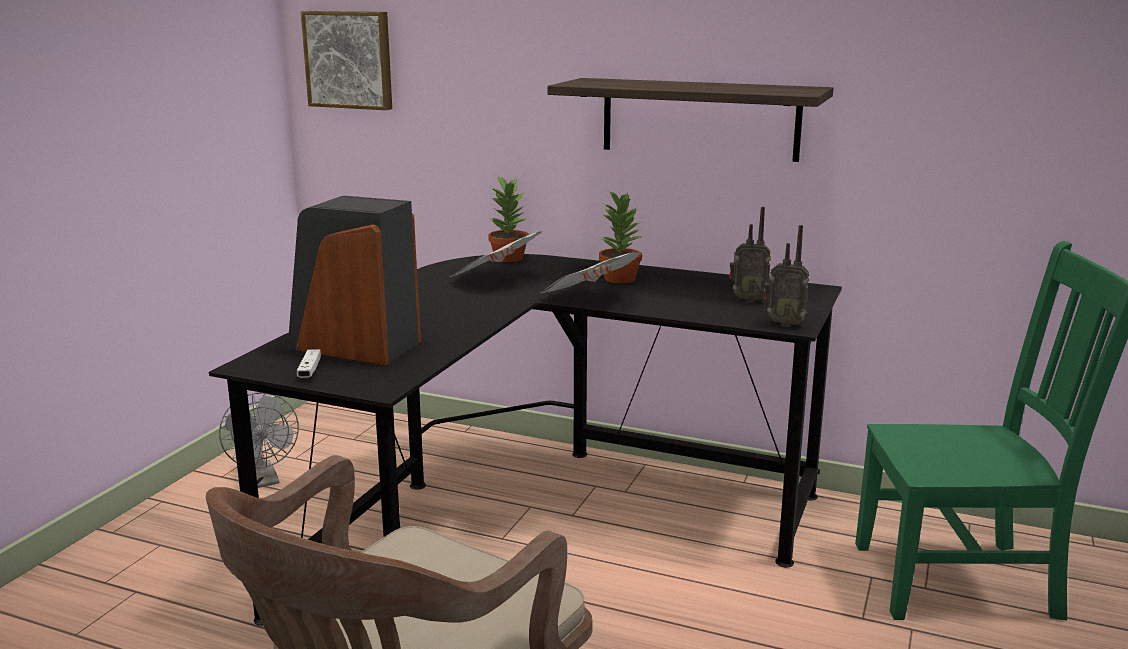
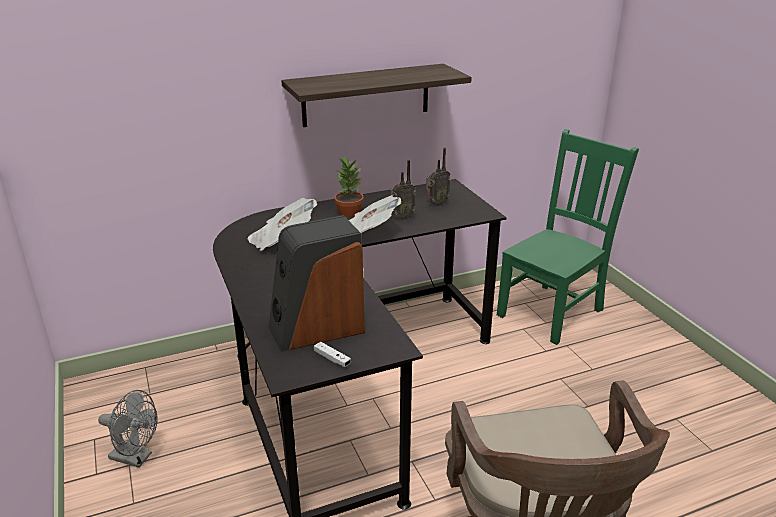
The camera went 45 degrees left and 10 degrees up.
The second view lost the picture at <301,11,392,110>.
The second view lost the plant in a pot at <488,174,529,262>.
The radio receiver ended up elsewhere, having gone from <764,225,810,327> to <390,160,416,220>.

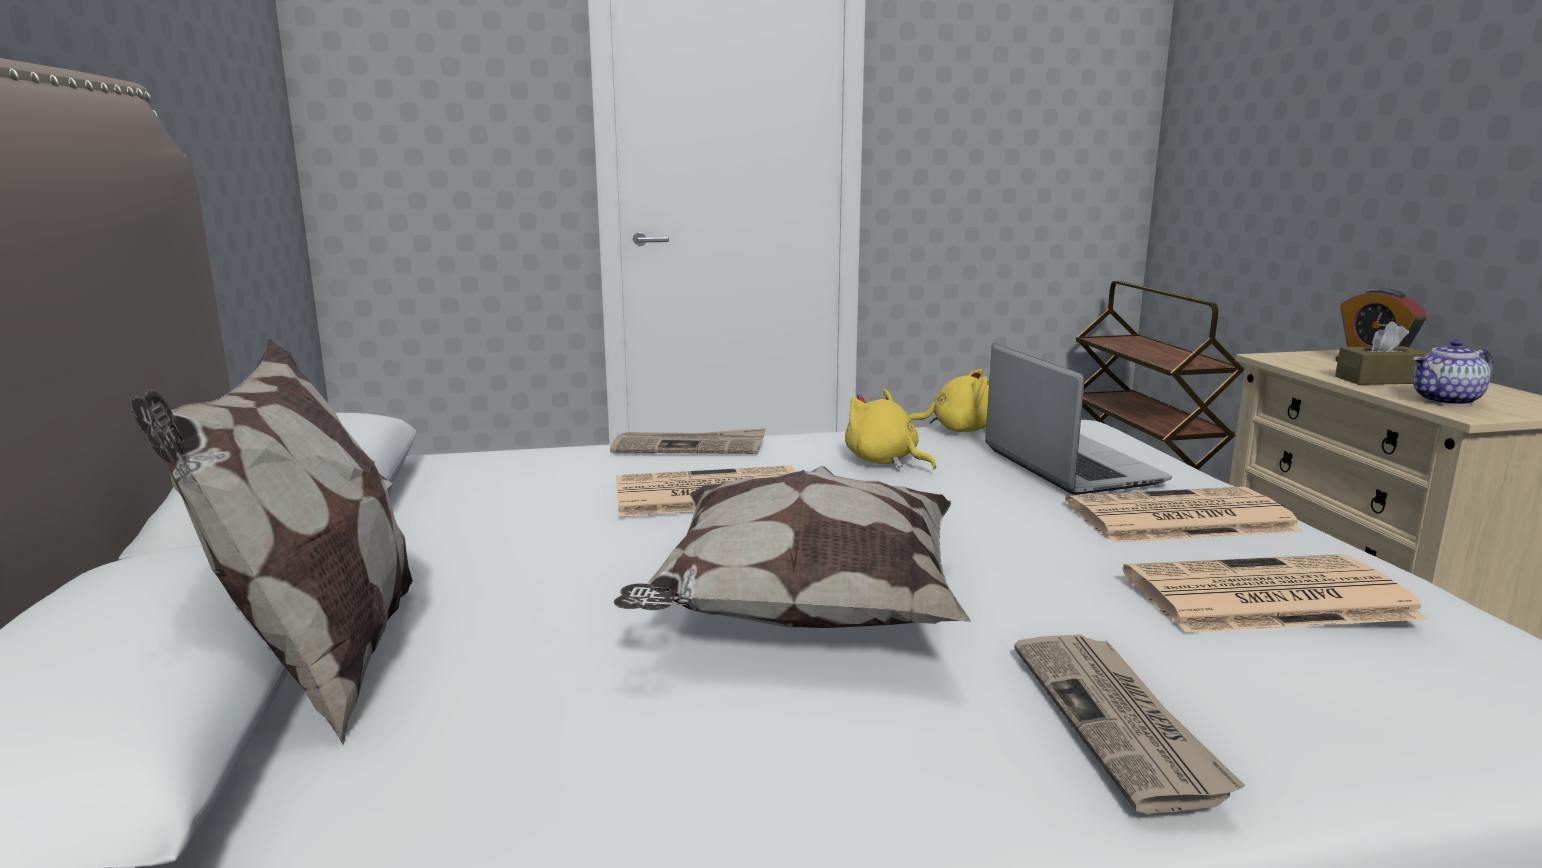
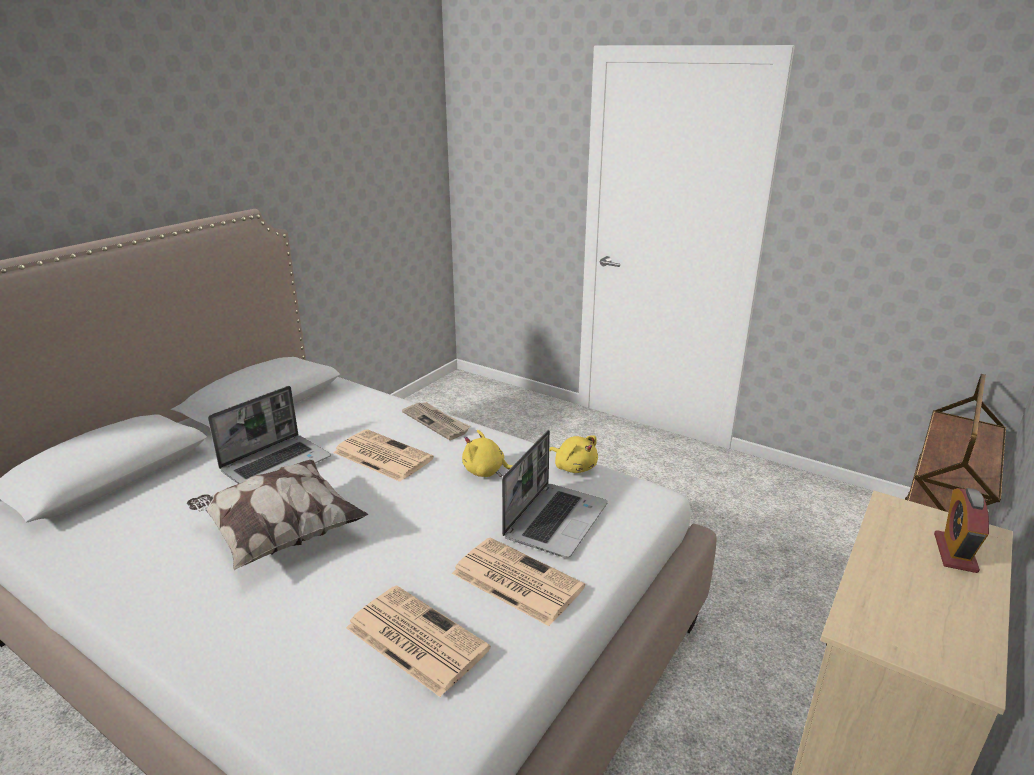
The camera went 45 degrees right and 10 degrees up.
The second view lost the pillow at <131,339,413,746>.
The second view lost the daily paper at <1014,635,1245,814>.
The second view lost the brown box of tissues at <1335,321,1429,385>.
The second view lost the pot for tea at <1413,339,1493,406>.
The second view gained the laptop at <208,386,331,484>.
The yellow-coloured plush toy at <845,389,936,469> ended up facing another way, 75 degrees counterclockwise from before.

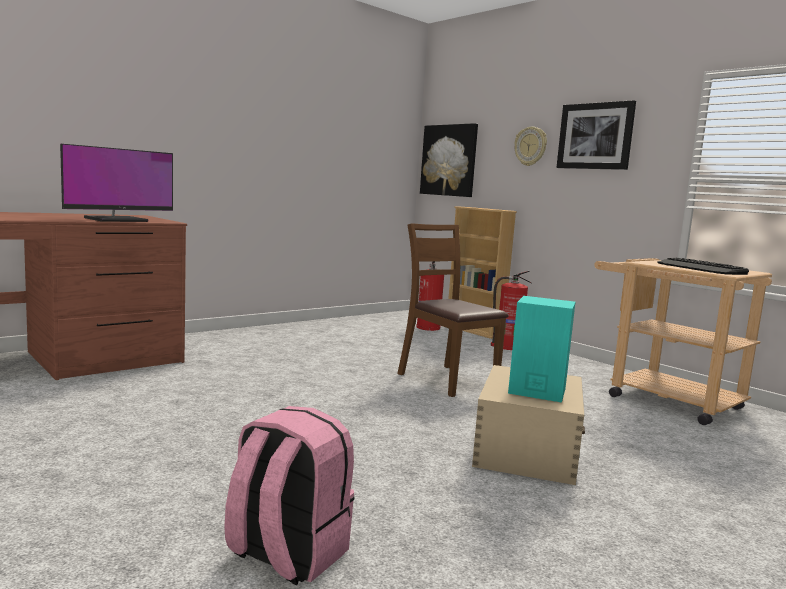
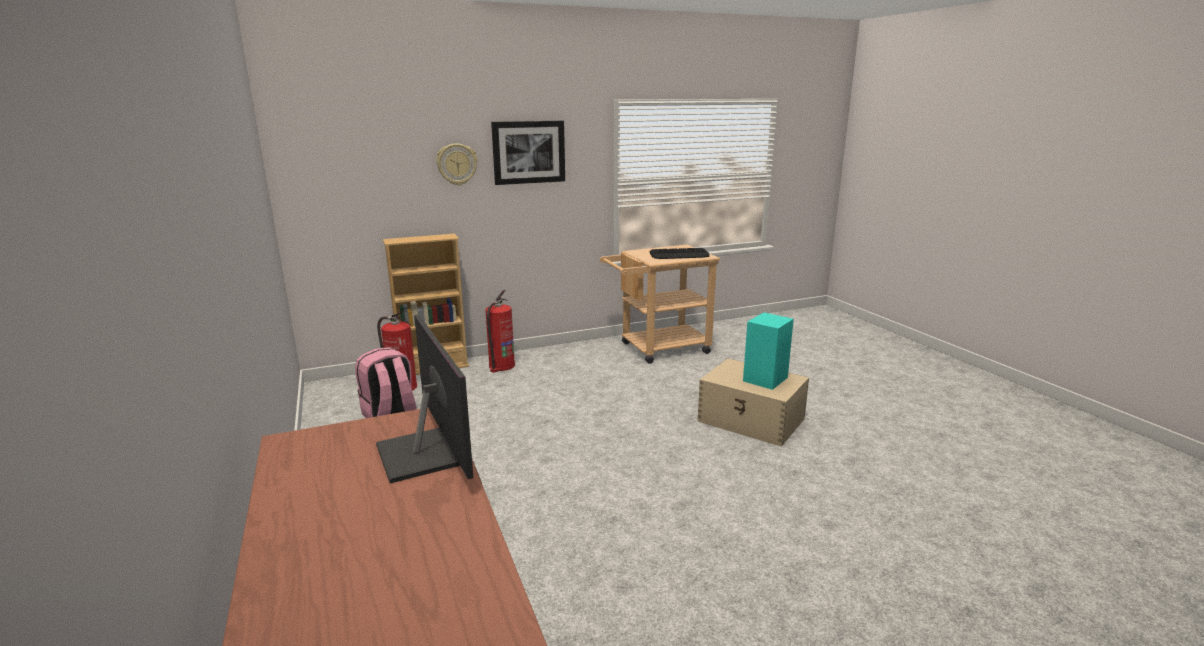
The camera went 70 degrees left and 10 degrees up.
The second view lost the brown upright chair at <397,224,508,397>.
The second view lost the picture at <420,123,478,197>.
The pinkish rucksack ended up elsewhere, having gone from <224,406,354,585> to <355,347,417,418>.

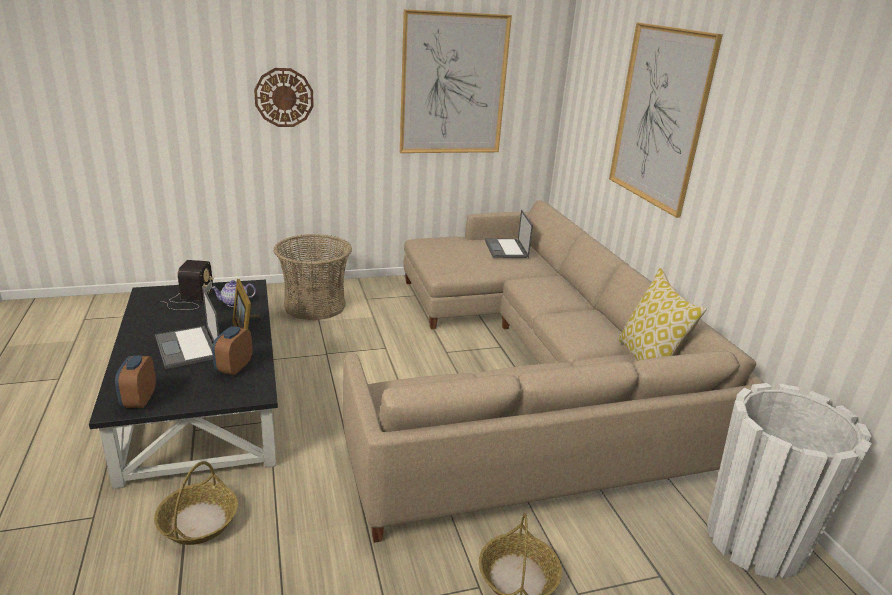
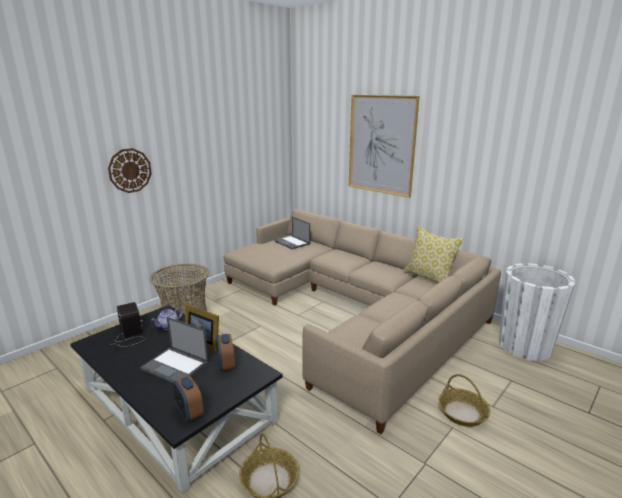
The camera went 30 degrees left and 5 degrees down.
The second view lost the picture at <400,9,512,153>.

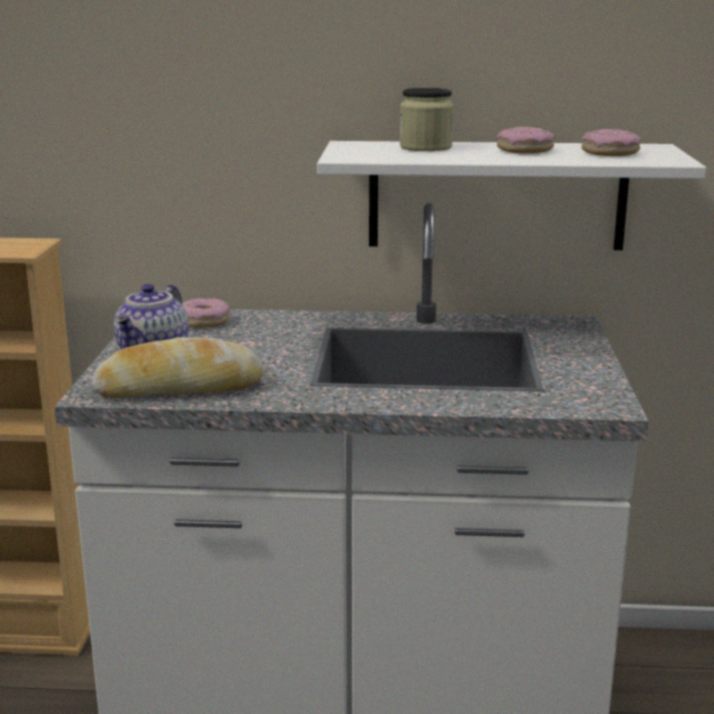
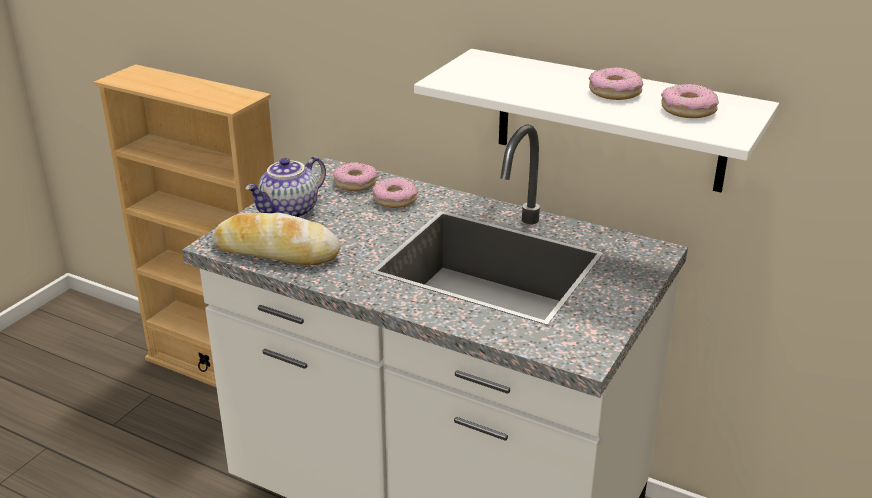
The camera went 25 degrees right and 10 degrees up.
The second view lost the storage jar at <400,88,454,151>.
The second view gained the donut at <372,178,418,208>.

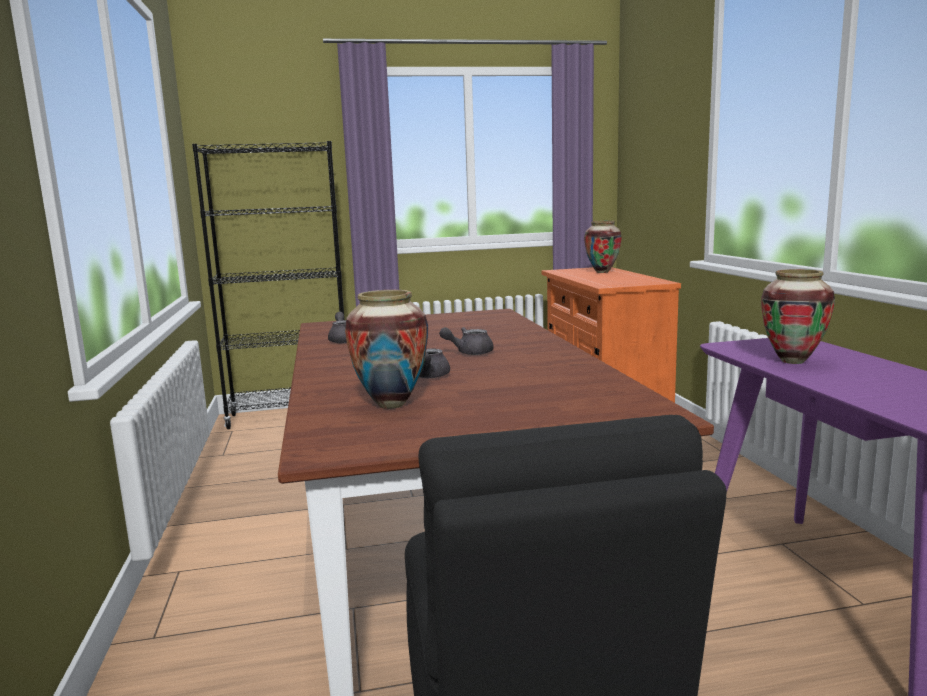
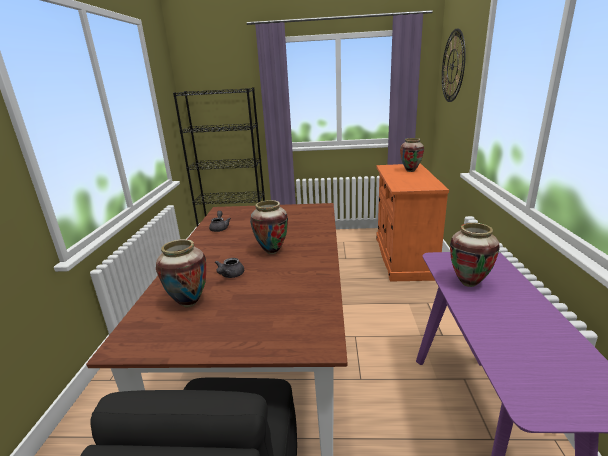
The camera went 15 degrees right and 10 degrees up.
The second view gained the clock on the wall at <442,28,466,102>.
Where the greyish pot for tea stood at <439,327,494,355>, the flower vase came to stand at <250,200,288,254>.

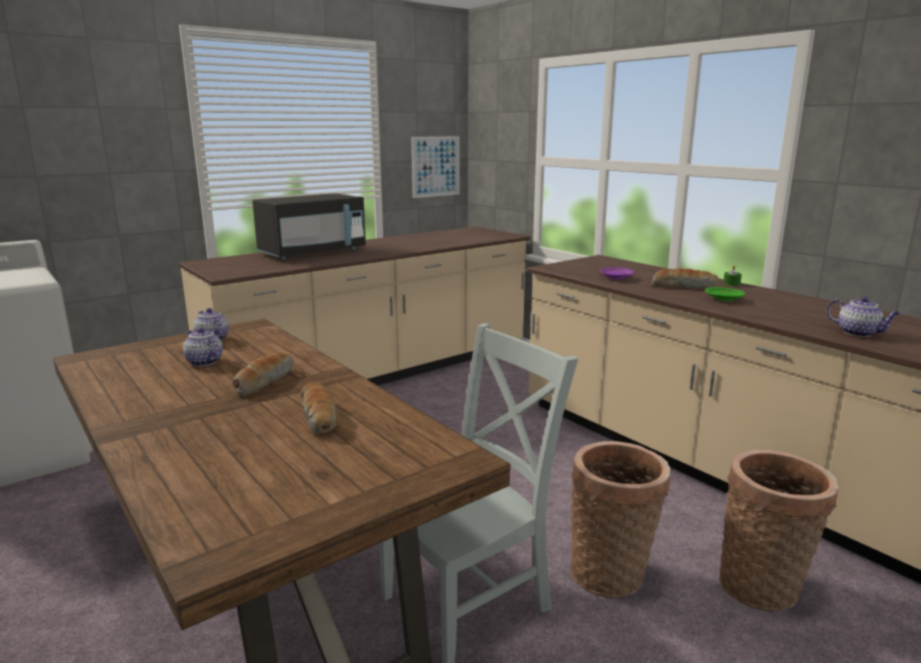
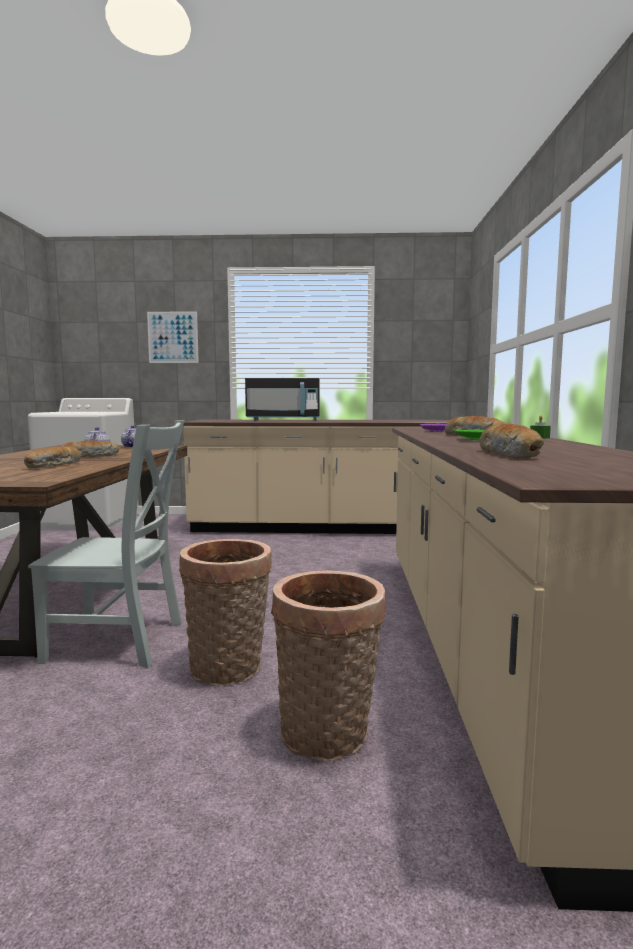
The camera went 40 degrees right and 10 degrees down.
The picture ended up elsewhere, having gone from <411,136,460,198> to <147,311,199,363>.
Where the pot for tea stood at <826,297,901,337>, the bakery bread came to stand at <479,424,544,458>.

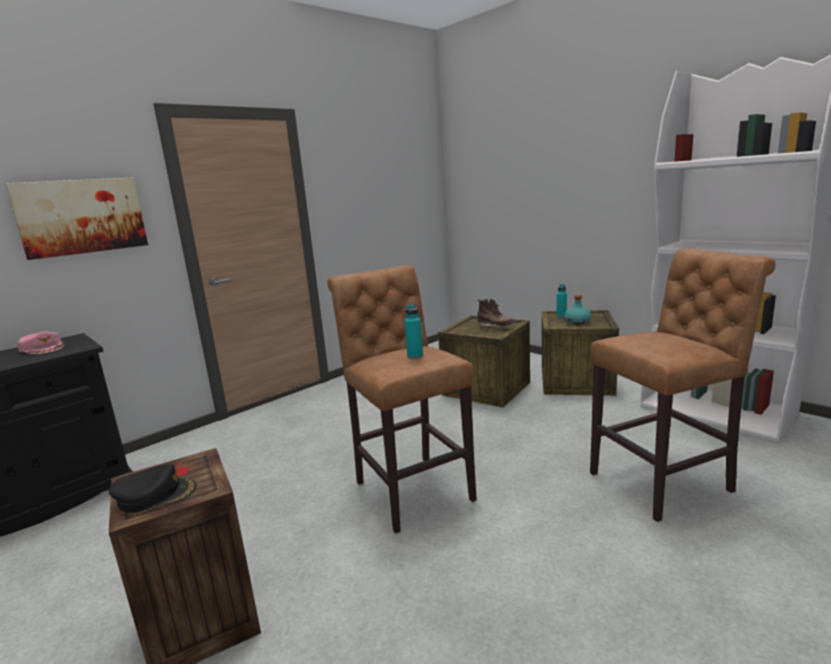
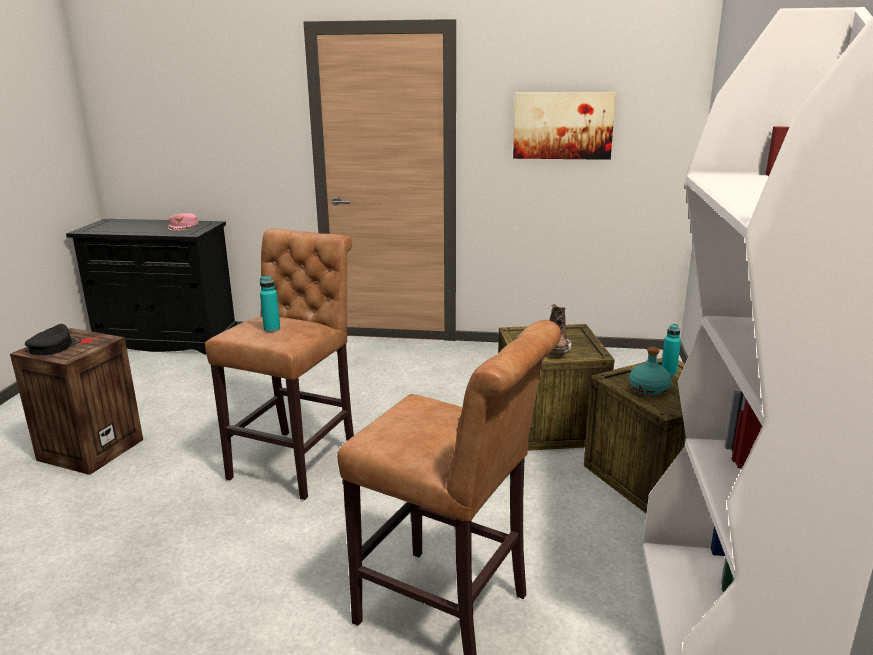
The camera went 50 degrees right and 5 degrees up.
The picture ended up elsewhere, having gone from <5,178,148,260> to <513,92,616,160>.
The black cap at <109,464,197,513> ended up facing another way, 105 degrees counterclockwise from before.

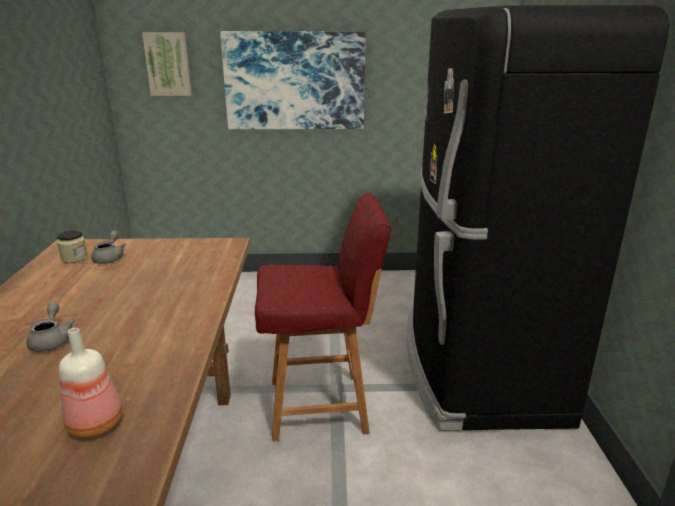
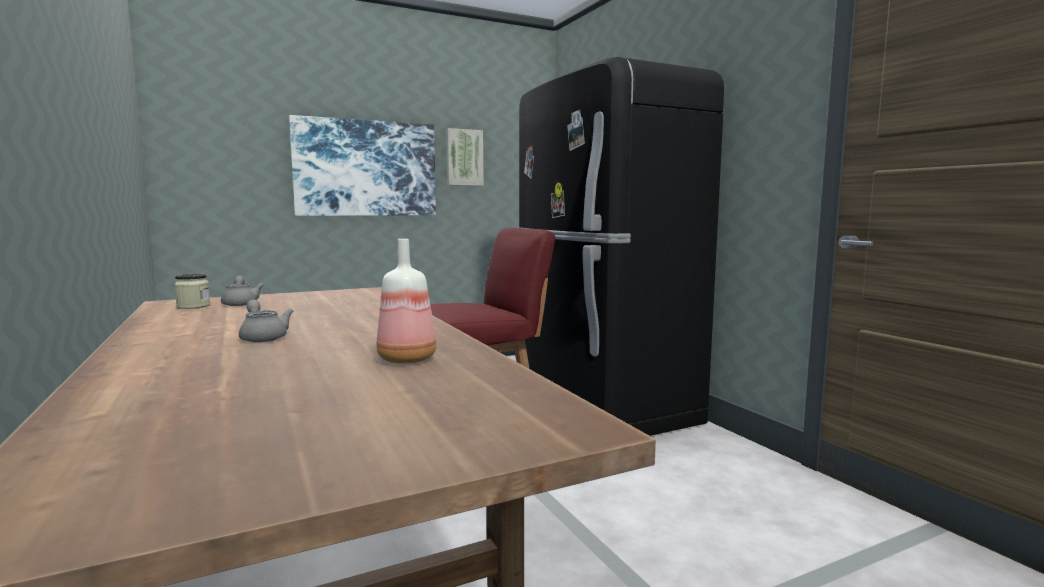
The camera went 25 degrees left and 15 degrees down.
The picture ended up elsewhere, having gone from <142,32,192,96> to <446,128,484,186>.

